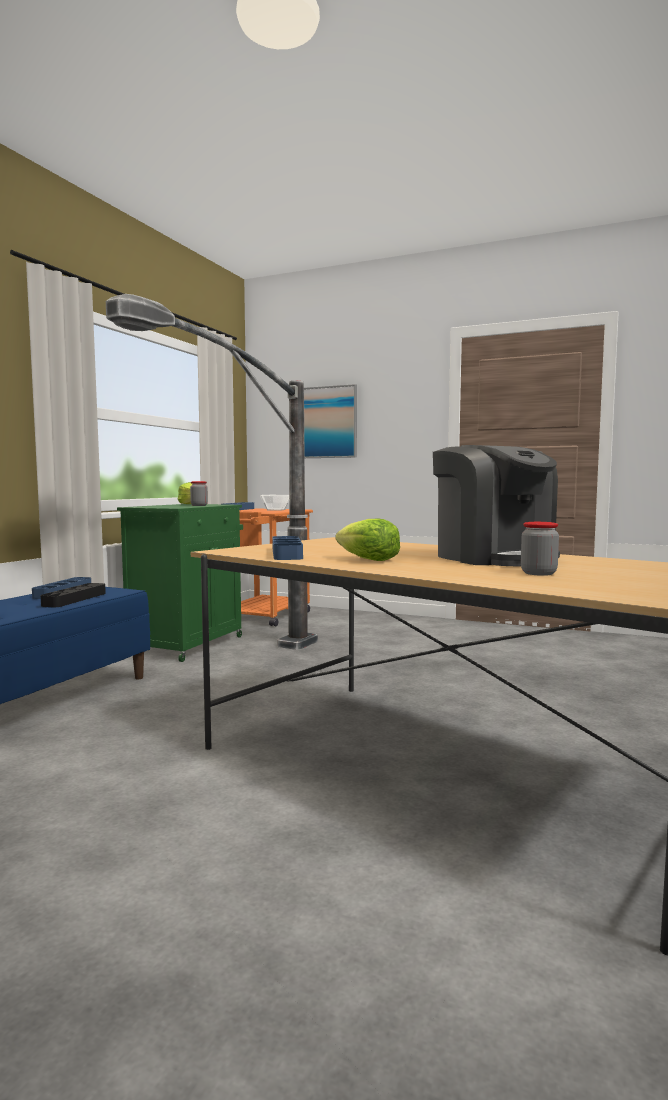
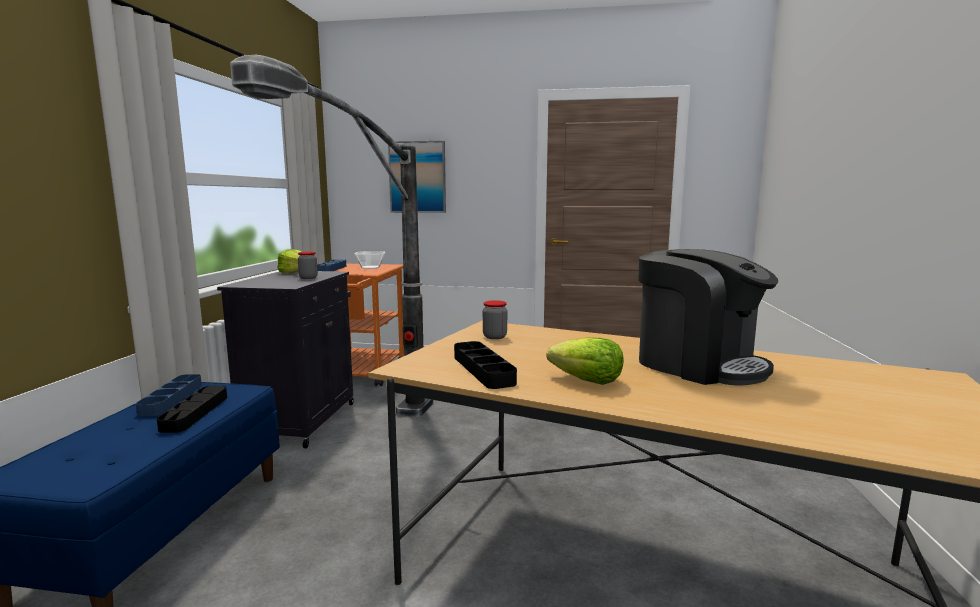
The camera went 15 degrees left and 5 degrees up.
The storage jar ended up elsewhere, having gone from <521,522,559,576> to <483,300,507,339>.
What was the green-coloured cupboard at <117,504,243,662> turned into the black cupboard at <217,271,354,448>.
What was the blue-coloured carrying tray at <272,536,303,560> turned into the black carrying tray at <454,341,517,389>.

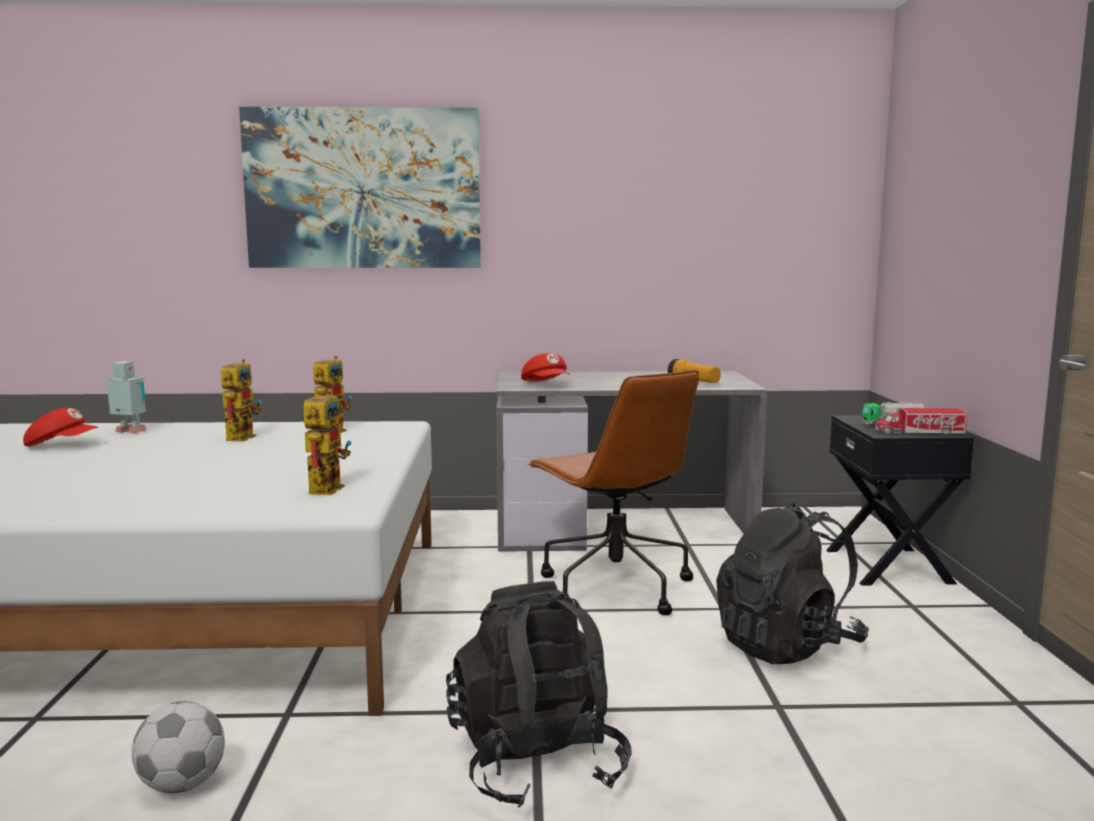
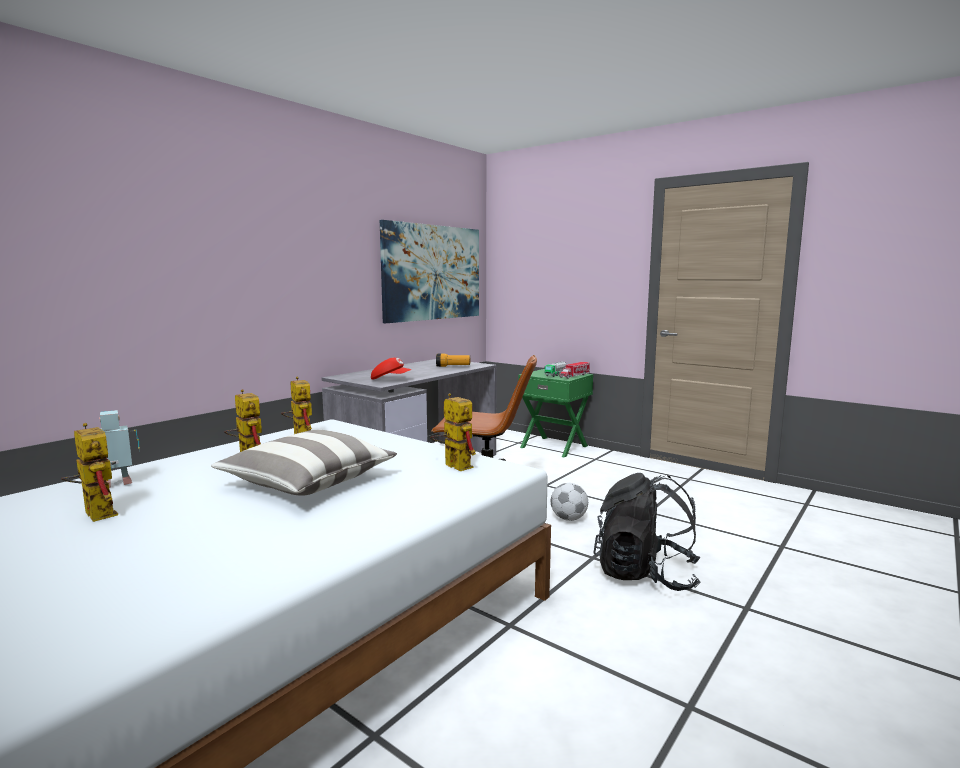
The camera went 50 degrees left and 0 degrees up.
The second view lost the black rucksack at <716,502,869,664>.
The second view gained the pillow at <211,430,397,496>.
The ball for football ended up elsewhere, having gone from <132,701,225,793> to <551,483,588,521>.
The picture ended up elsewhere, having gone from <239,107,481,268> to <380,220,479,323>.
Where the reddish cap stood at <23,408,98,446>, the robot figure came to stand at <61,423,118,522>.
What was the black nightstand at <826,415,974,585> turned into the green-coloured nightstand at <518,369,593,457>.

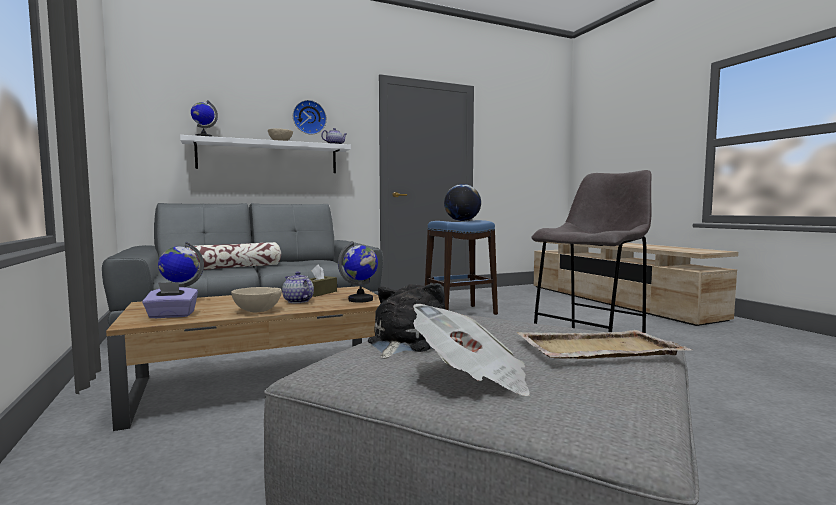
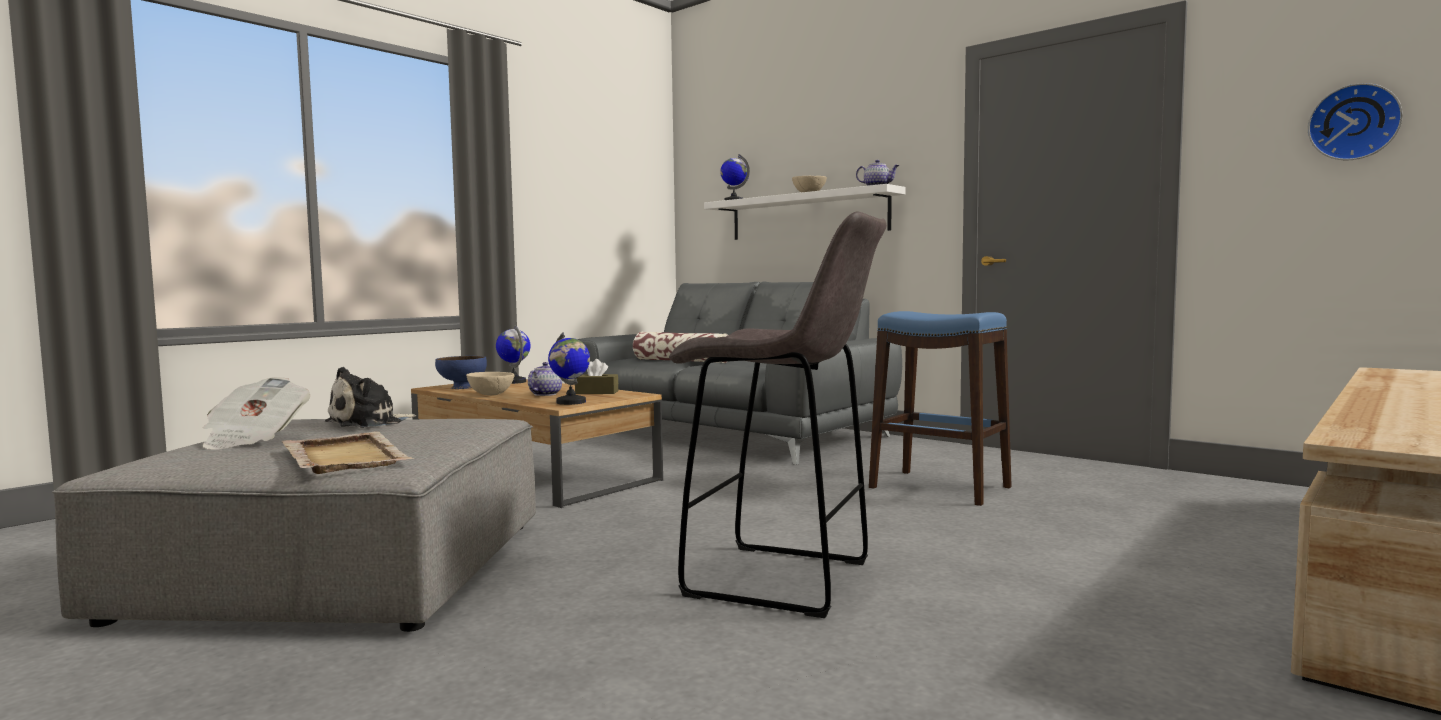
The camera went 65 degrees right and 0 degrees up.
The second view lost the desk globe at <444,184,481,221>.
The clock on the wall ended up elsewhere, having gone from <293,100,327,134> to <1308,83,1403,160>.
Where the purple-coloured box of tissues stood at <142,282,198,318>, the blue-coloured bowl came to stand at <435,356,487,389>.
The plush toy at <368,283,446,359> ended up facing another way, 135 degrees clockwise from before.

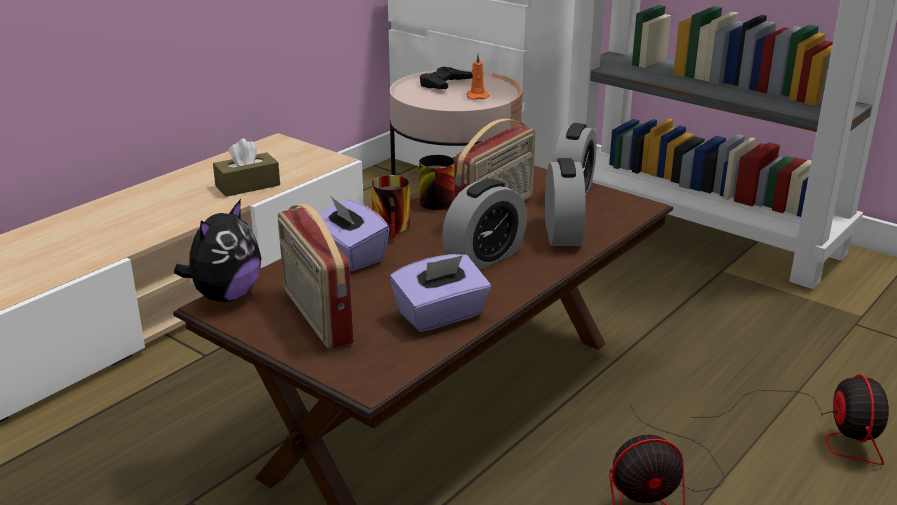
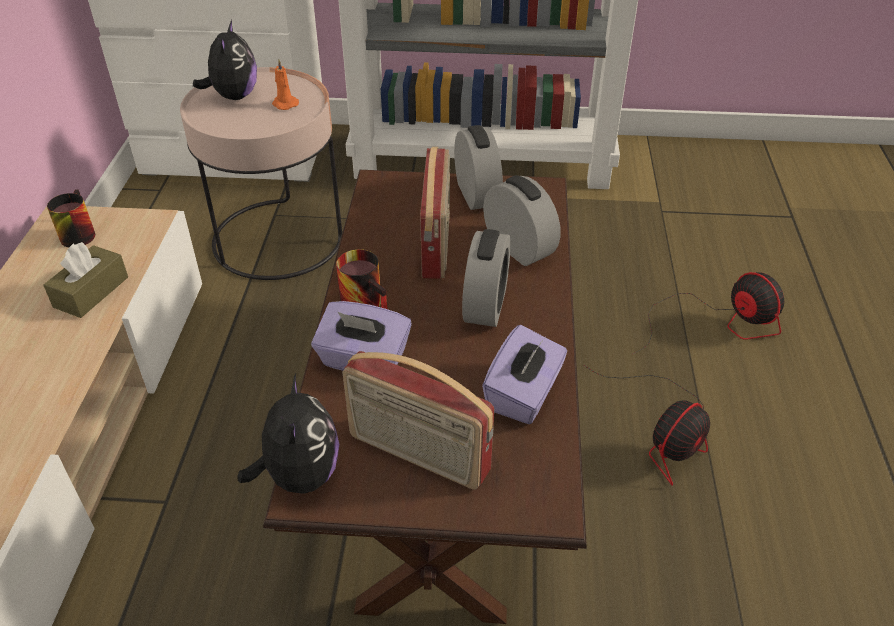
The camera went 35 degrees left and 15 degrees up.
The tea mug ended up elsewhere, having gone from <419,155,455,210> to <47,189,95,247>.
Where the black gamepad stood at <420,66,473,89>, the plush toy came to stand at <193,20,257,100>.

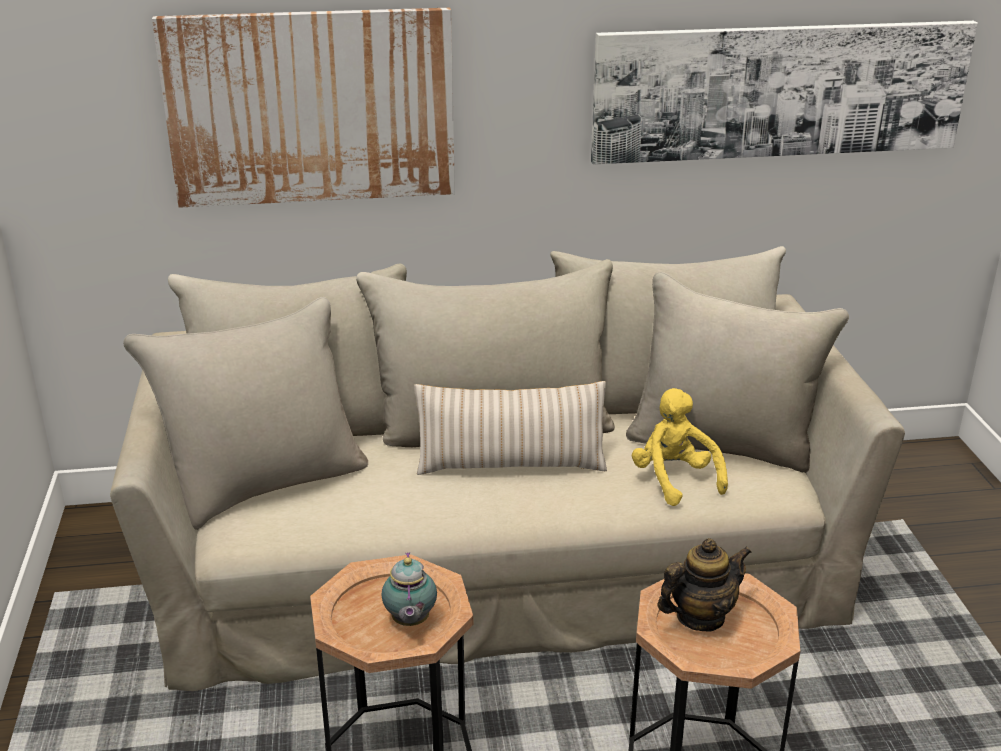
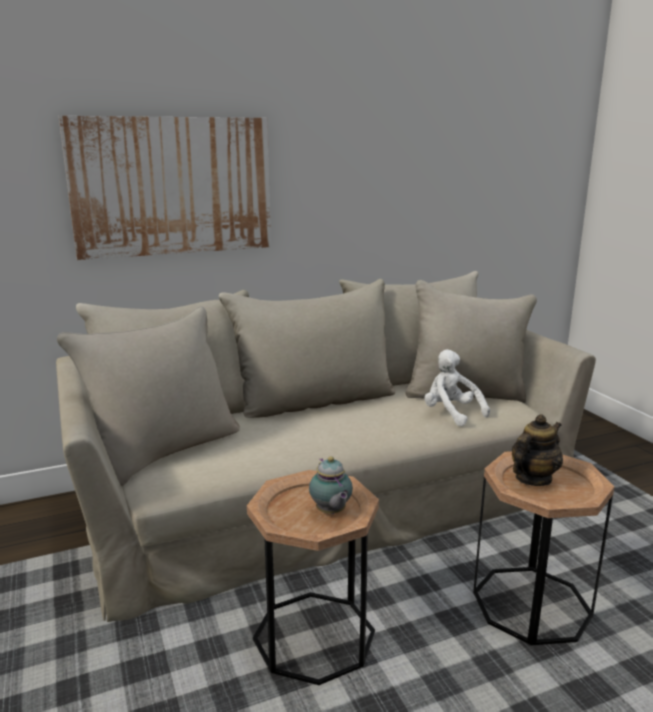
The camera went 15 degrees left and 10 degrees down.
The second view lost the beige pillow at <414,381,607,475>.
The second view lost the picture at <591,21,978,164>.
What was the yellow-coloured plush toy at <632,388,728,506> turned into the white-coloured plush toy at <424,349,490,426>.

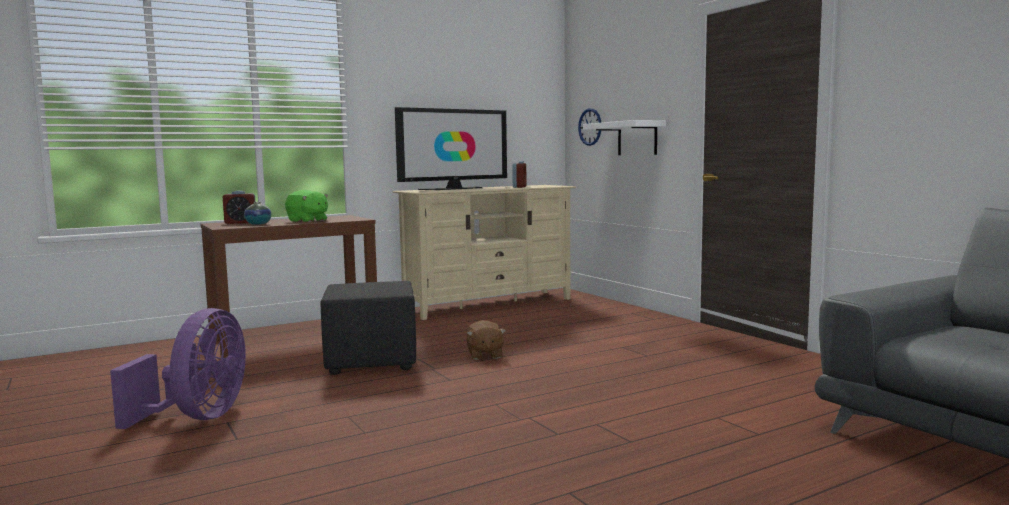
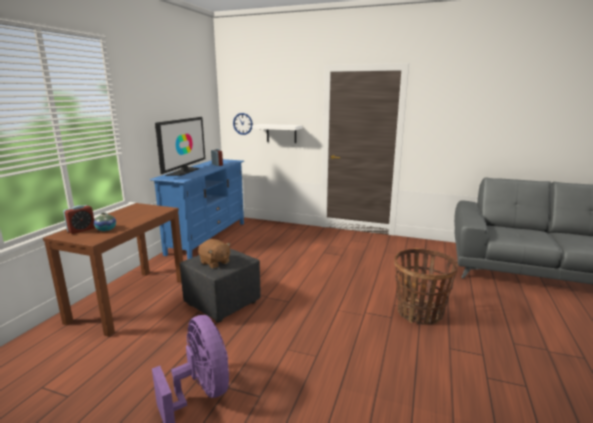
The camera went 40 degrees left and 10 degrees up.
The second view lost the green-coloured plush toy at <285,190,328,222>.
The second view gained the basket at <394,248,458,325>.
The brown plush toy ended up elsewhere, having gone from <466,320,506,360> to <198,239,231,268>.
What was the beige tv unit at <393,185,576,320> turned into the blue-coloured tv unit at <150,159,244,260>.

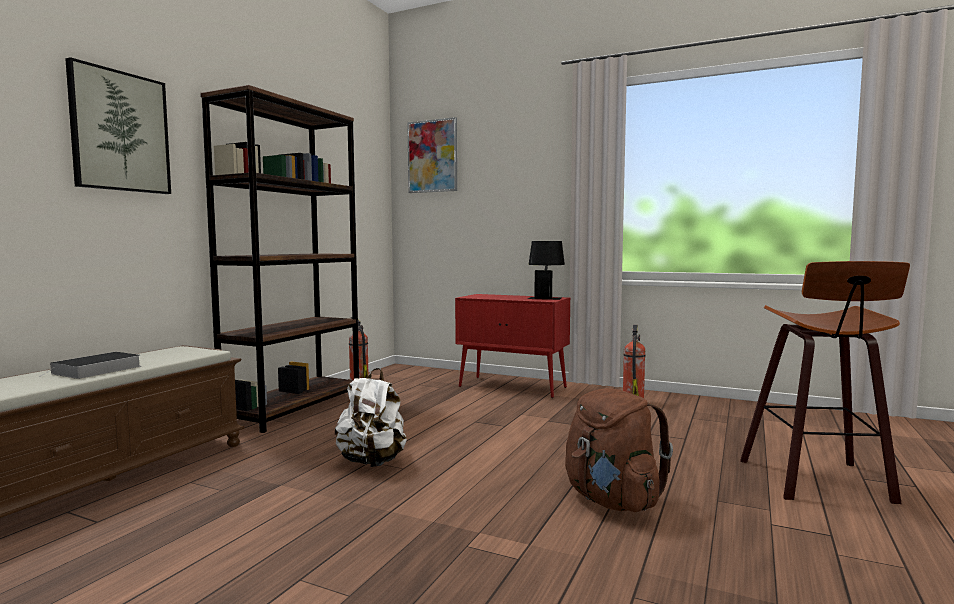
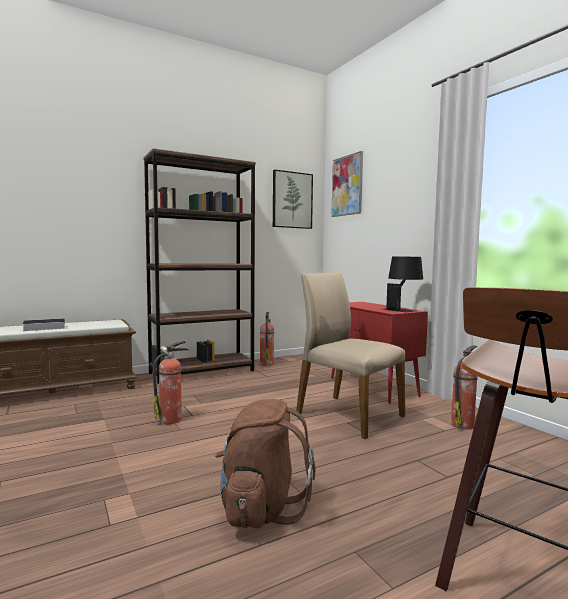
The camera went 35 degrees right and 0 degrees up.
The second view gained the beige upright chair at <296,272,405,439>.
The picture ended up elsewhere, having gone from <65,57,171,194> to <273,170,313,229>.
Where the white-coloured rucksack stood at <335,368,407,467>, the fire extinguisher came to stand at <153,341,189,424>.

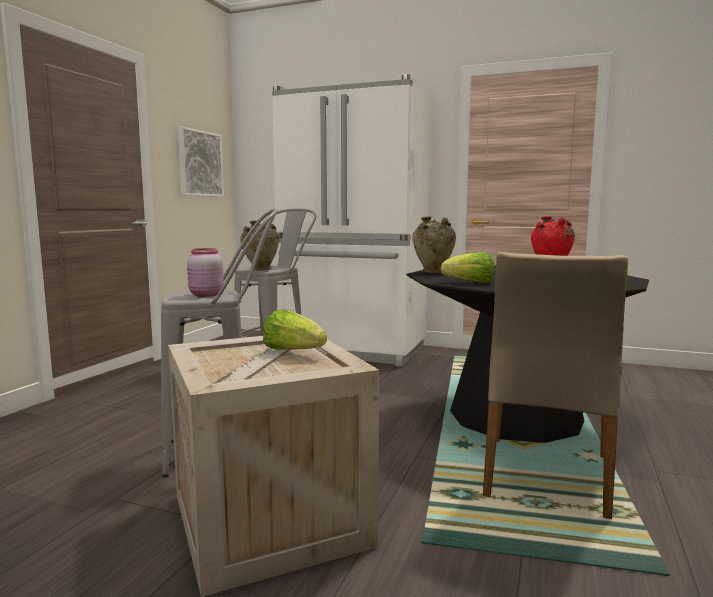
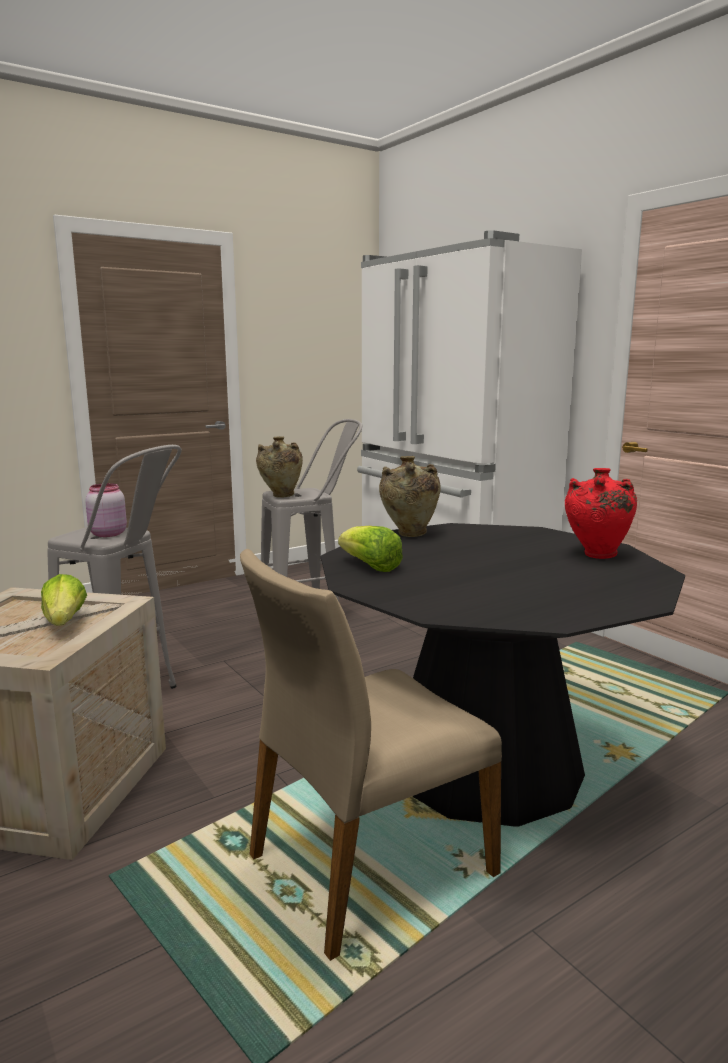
The camera went 35 degrees right and 5 degrees up.
The second view lost the picture at <178,126,224,197>.

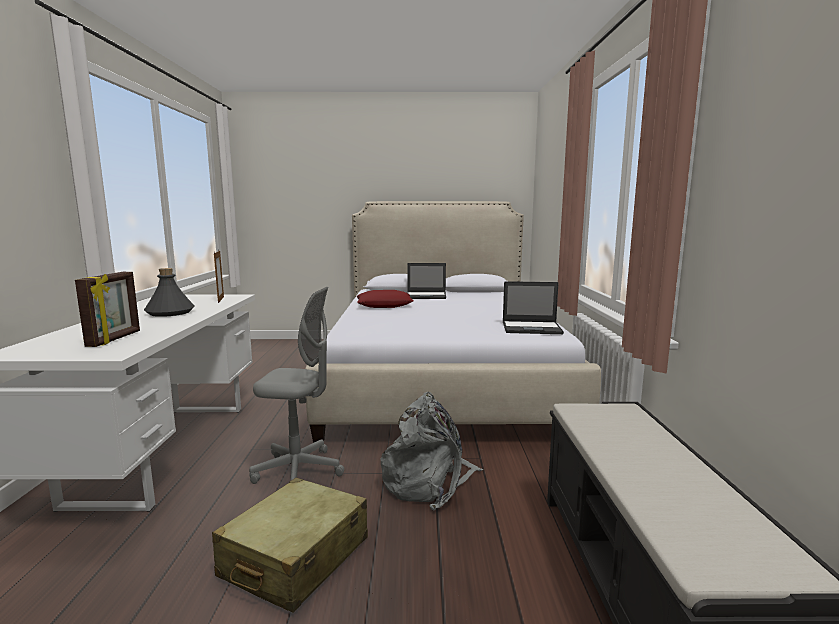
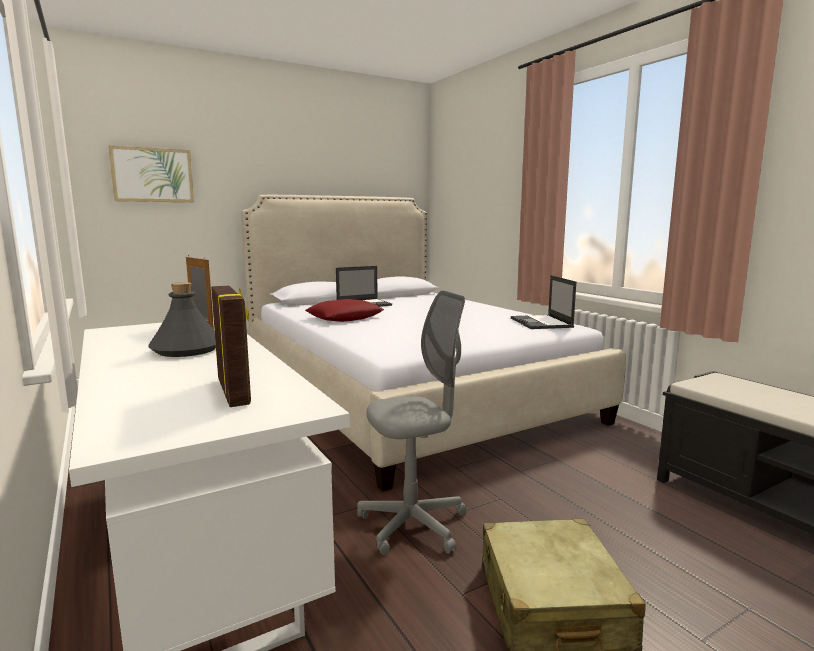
The camera went 30 degrees left and 0 degrees up.
The second view lost the greyish rucksack at <380,392,483,511>.
The second view gained the picture at <108,145,194,202>.
The laptop at <503,281,564,334> ended up facing another way, 105 degrees clockwise from before.

